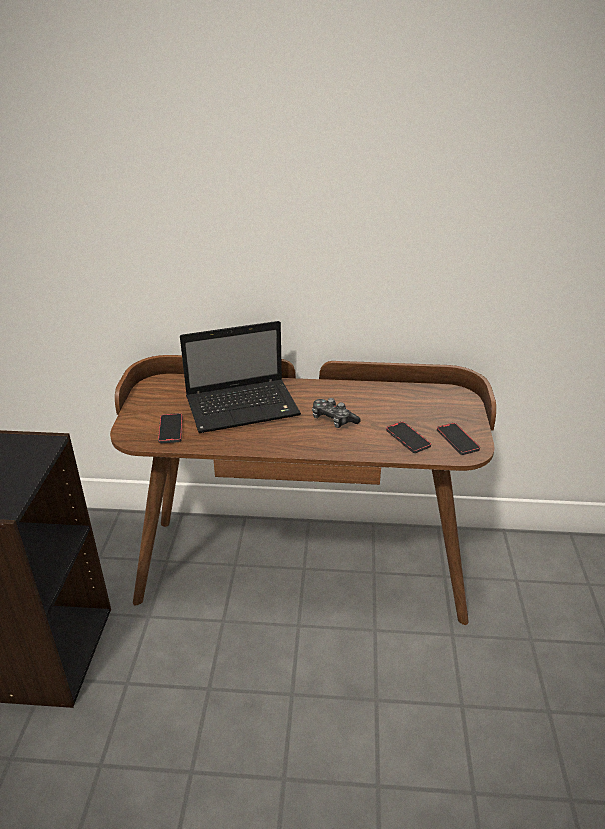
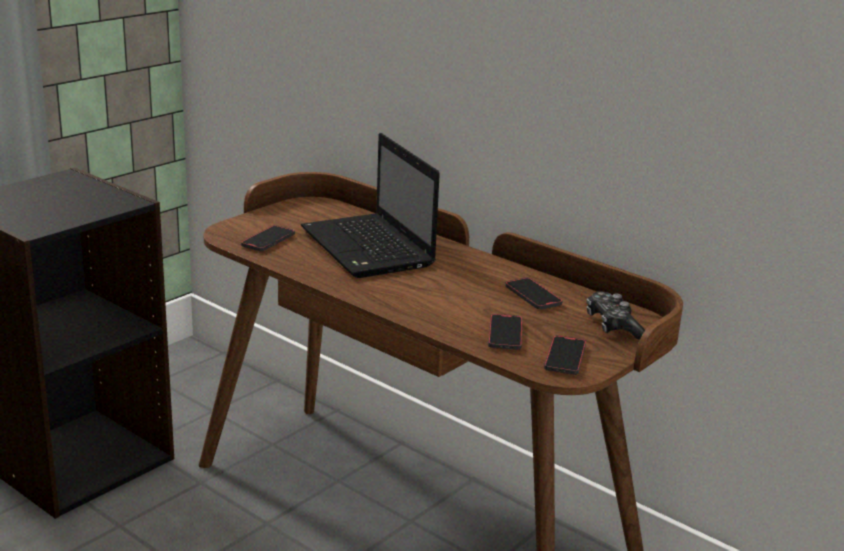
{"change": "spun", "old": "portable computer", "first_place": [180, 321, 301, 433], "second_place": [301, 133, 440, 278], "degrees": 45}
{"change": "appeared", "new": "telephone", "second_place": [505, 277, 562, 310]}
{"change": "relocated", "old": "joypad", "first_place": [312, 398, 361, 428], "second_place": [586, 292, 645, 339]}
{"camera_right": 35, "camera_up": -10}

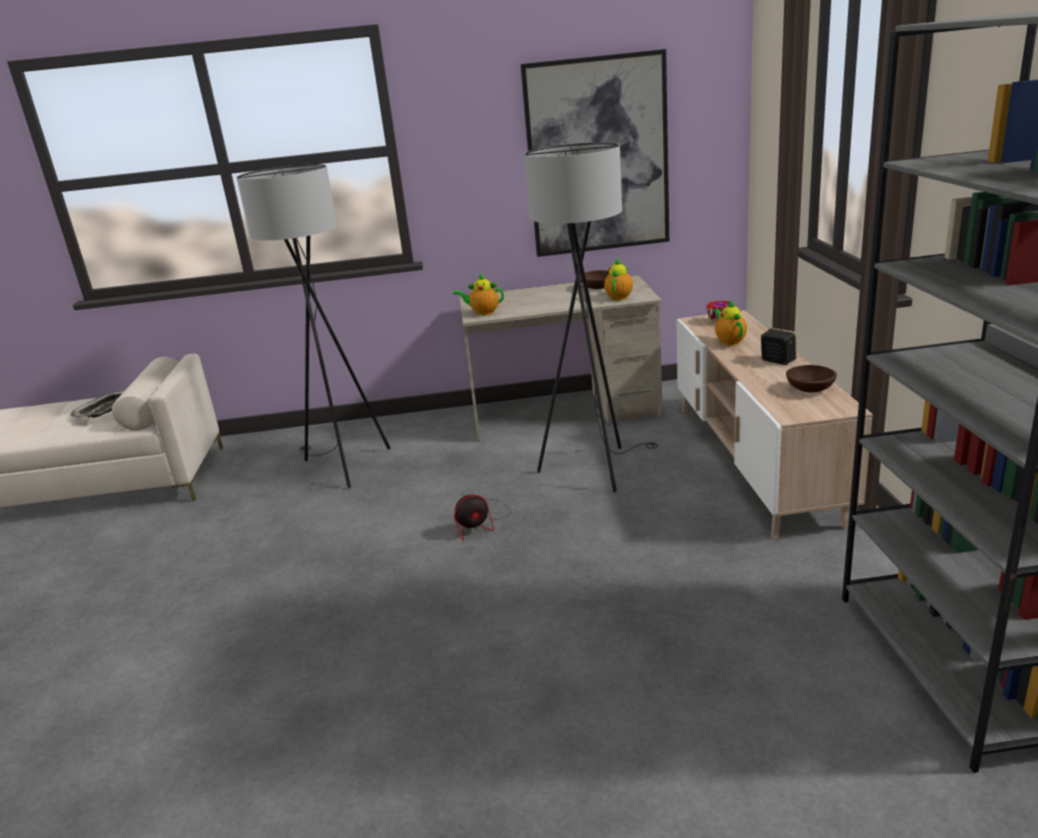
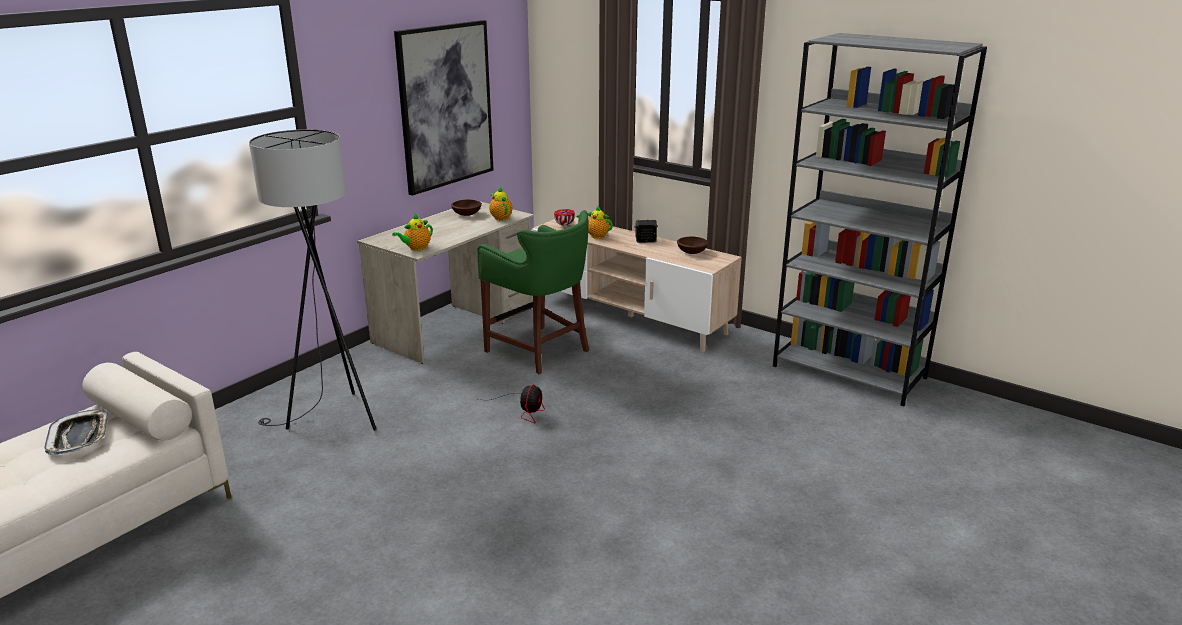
{"change": "exchanged", "old": "gray floor lamp", "new": "green sitting stool", "first_place": [524, 142, 658, 492], "second_place": [478, 210, 589, 374]}
{"camera_right": -50, "camera_up": 0}

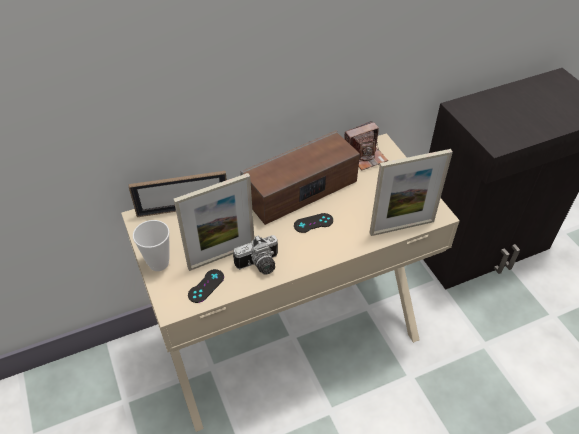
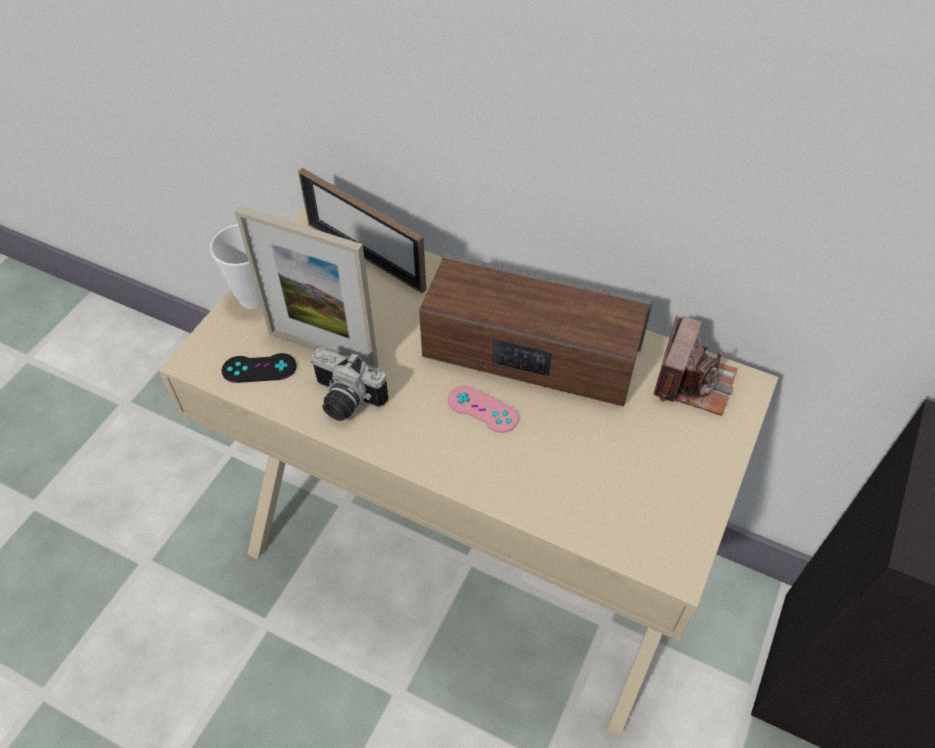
{"change": "colour", "old": "black joypad", "new": "pinkish joypad", "first_place": [294, 213, 333, 233], "second_place": [448, 385, 518, 433]}
{"change": "spun", "old": "photo camera", "first_place": [344, 121, 388, 170], "second_place": [654, 315, 737, 416], "degrees": -90}
{"change": "missing", "old": "photo frame", "first_place": [370, 149, 453, 236]}
{"camera_right": 50, "camera_up": 5}

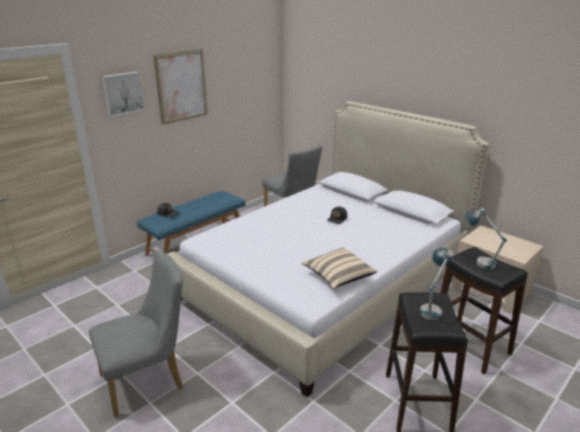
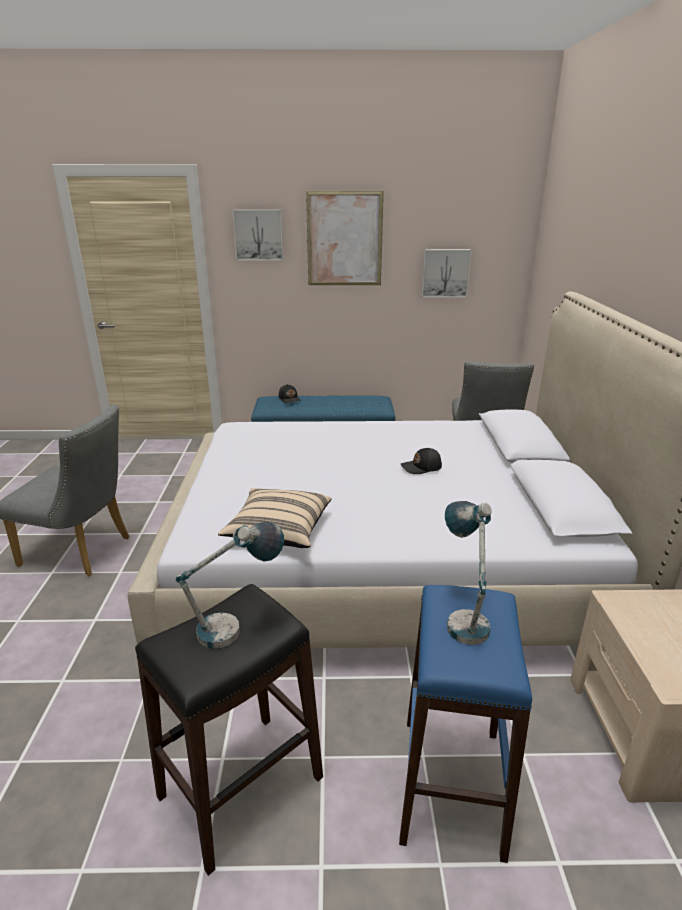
{"change": "colour", "old": "black sitting stool", "new": "blue sitting stool", "first_place": [440, 247, 528, 374], "second_place": [399, 585, 532, 863]}
{"change": "appeared", "new": "wall art", "second_place": [421, 249, 472, 298]}
{"camera_right": 45, "camera_up": 0}

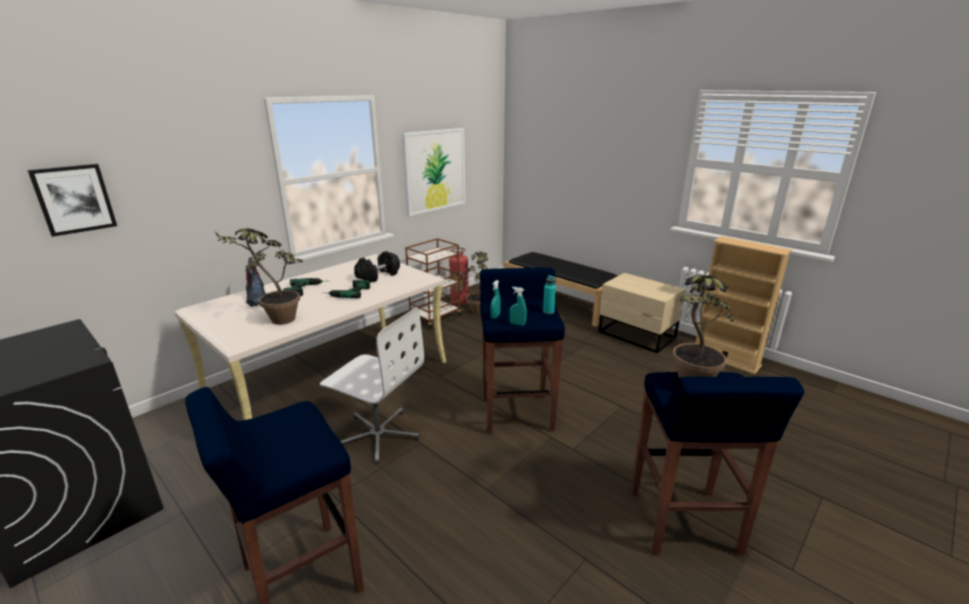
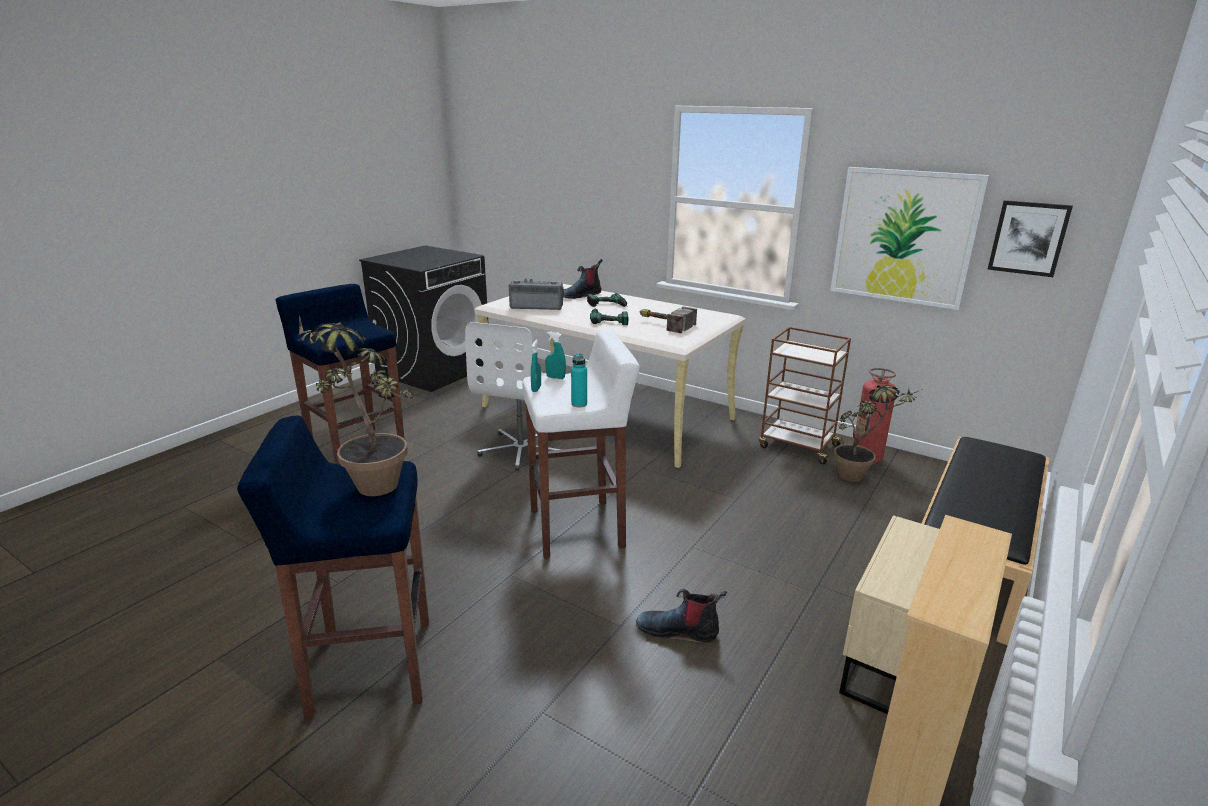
{"change": "exchanged", "old": "plant in a pot", "new": "radio receiver", "first_place": [213, 228, 303, 325], "second_place": [508, 278, 564, 310]}
{"change": "colour", "old": "blue sitting stool", "new": "whitish sitting stool", "first_place": [480, 268, 565, 434], "second_place": [522, 330, 640, 558]}
{"change": "appeared", "new": "boot", "second_place": [636, 589, 727, 642]}
{"change": "exchanged", "old": "black free weight", "new": "tool hammer", "first_place": [354, 251, 400, 283], "second_place": [640, 306, 697, 333]}
{"change": "relocated", "old": "wall art", "first_place": [27, 164, 117, 237], "second_place": [988, 200, 1073, 277]}
{"camera_right": 80, "camera_up": 0}

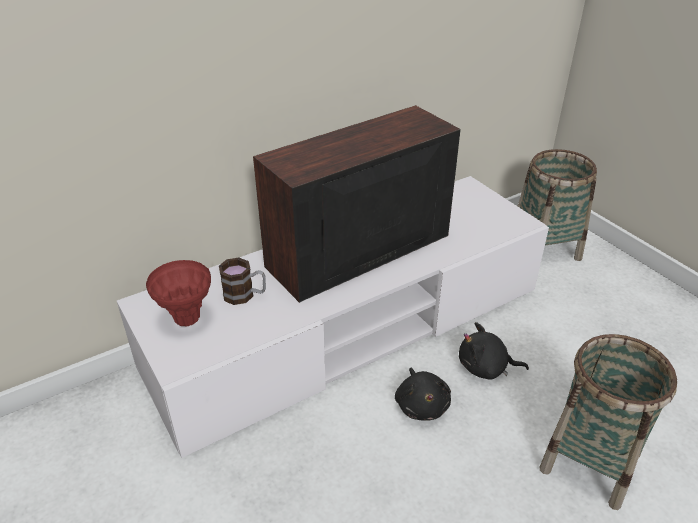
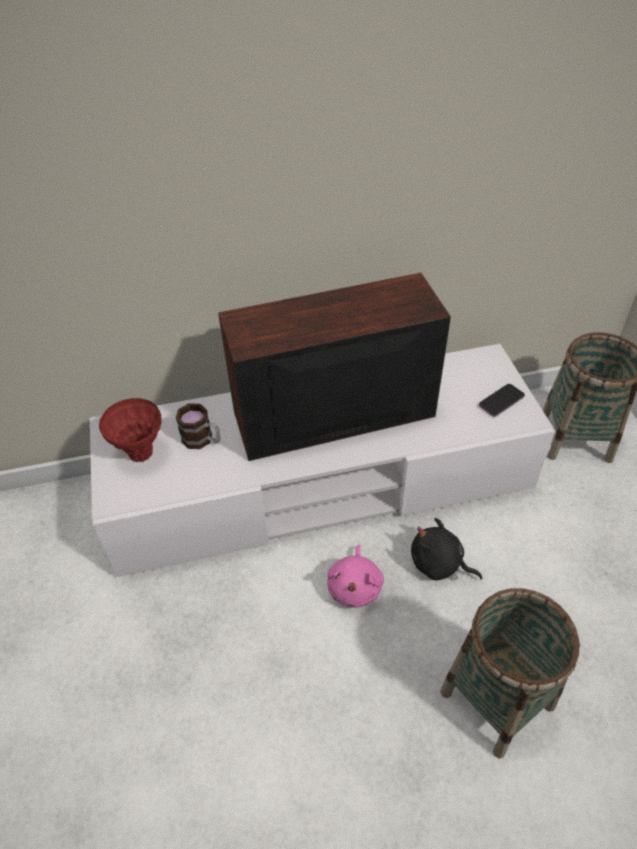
{"change": "colour", "old": "black plush toy", "new": "pinkish plush toy", "first_place": [395, 368, 451, 421], "second_place": [327, 544, 384, 608]}
{"change": "appeared", "new": "telephone", "second_place": [479, 384, 525, 417]}
{"camera_right": 20, "camera_up": 10}

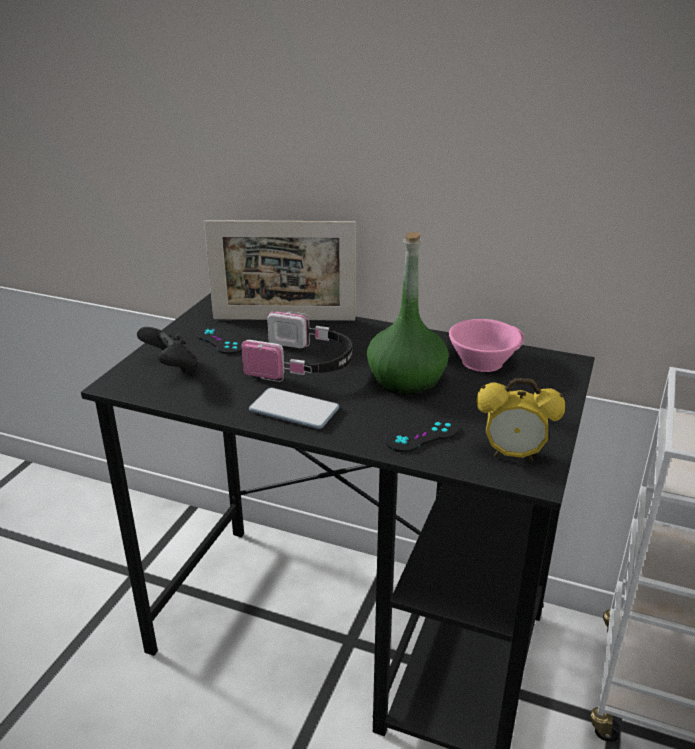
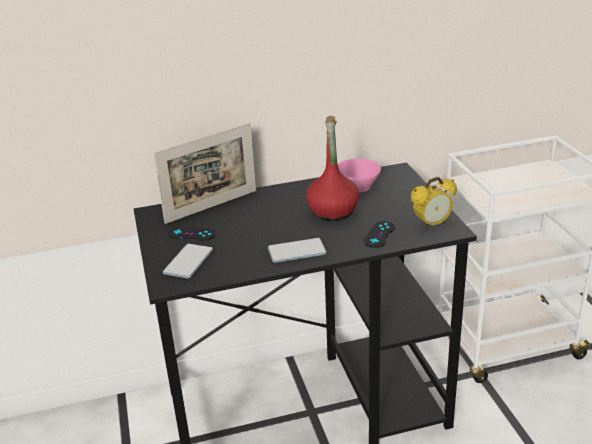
{"change": "exchanged", "old": "black joypad", "new": "telephone", "first_place": [137, 327, 198, 375], "second_place": [163, 244, 213, 278]}
{"change": "colour", "old": "green beverage bottle", "new": "reddish beverage bottle", "first_place": [367, 231, 449, 395], "second_place": [306, 116, 359, 221]}
{"change": "missing", "old": "headphones", "first_place": [242, 311, 352, 382]}
{"camera_right": -35, "camera_up": 0}

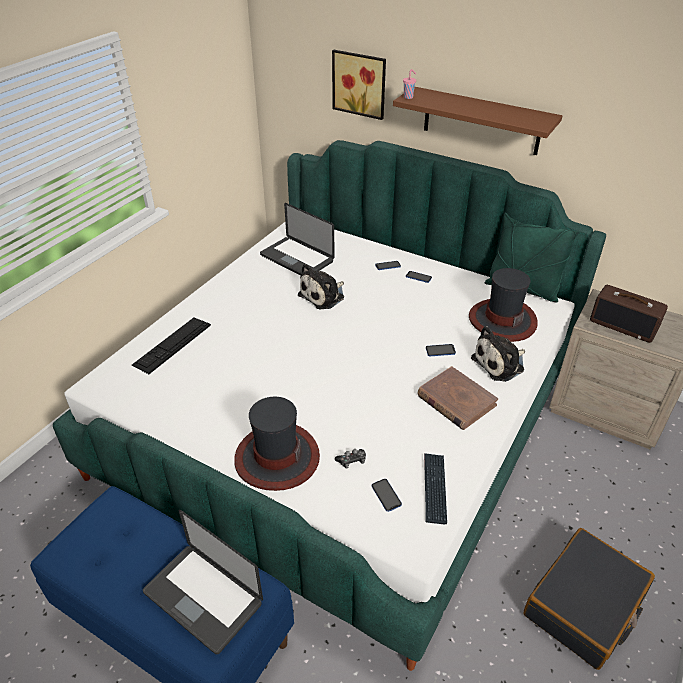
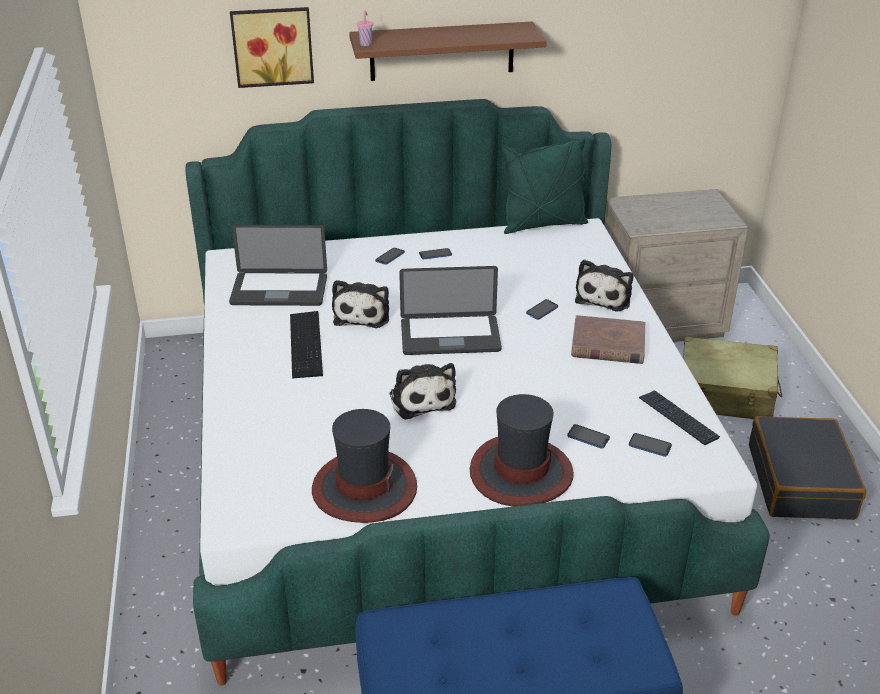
{"change": "relocated", "old": "keyboard", "first_place": [132, 318, 211, 374], "second_place": [290, 311, 323, 378]}
{"change": "relocated", "old": "hat", "first_place": [469, 268, 537, 342], "second_place": [312, 409, 417, 523]}
{"change": "appeared", "new": "plush toy", "second_place": [389, 363, 456, 420]}
{"change": "relocated", "old": "portable computer", "first_place": [143, 510, 263, 654], "second_place": [399, 266, 502, 355]}
{"change": "exchanged", "old": "joypad", "new": "telephone", "first_place": [335, 449, 366, 469], "second_place": [567, 424, 610, 449]}
{"change": "appeared", "new": "beige suitcase", "second_place": [683, 337, 782, 419]}
{"change": "missing", "old": "radio receiver", "first_place": [590, 285, 668, 343]}
{"camera_right": -40, "camera_up": -5}

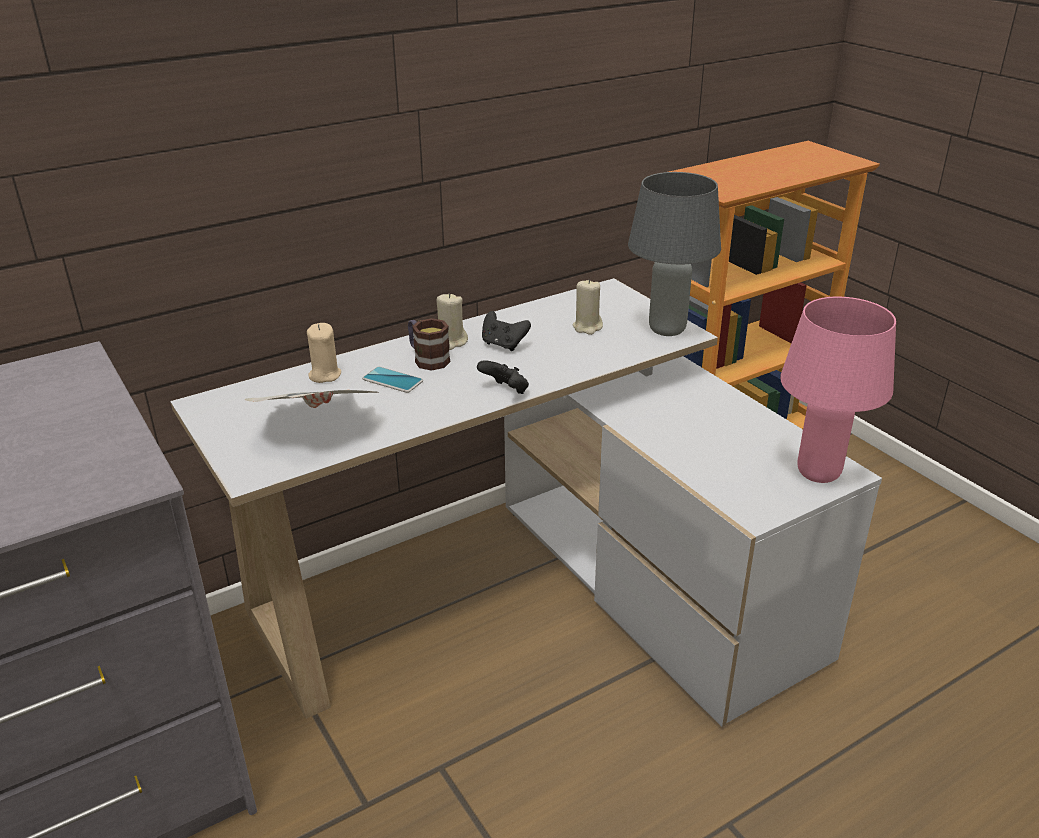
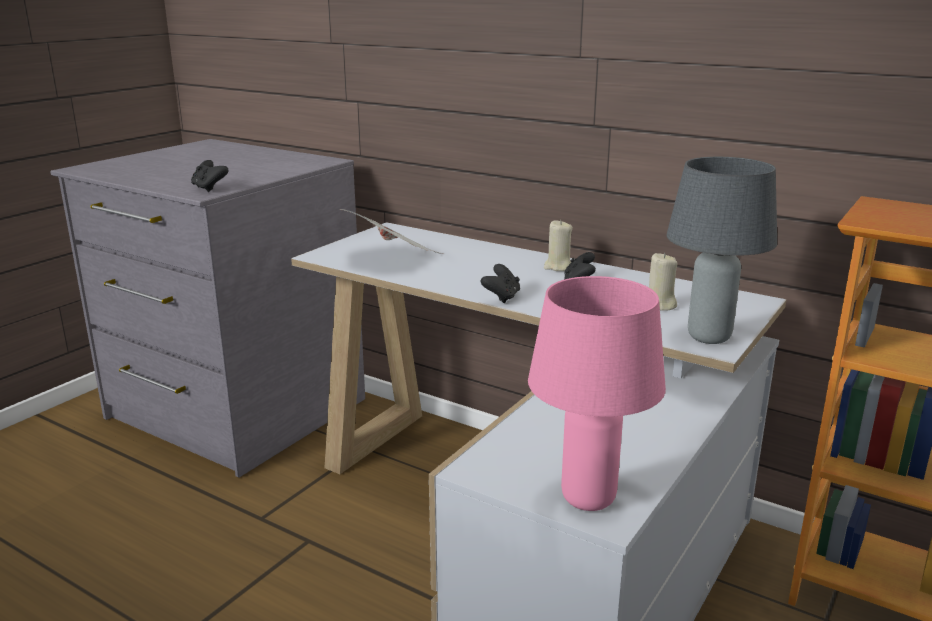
{"change": "appeared", "new": "black joypad", "second_place": [191, 160, 229, 192]}
{"change": "missing", "old": "beige wax light", "first_place": [307, 323, 341, 383]}
{"change": "missing", "old": "telephone", "first_place": [362, 367, 423, 393]}
{"change": "missing", "old": "tea mug", "first_place": [408, 318, 451, 371]}
{"camera_right": 65, "camera_up": -10}

